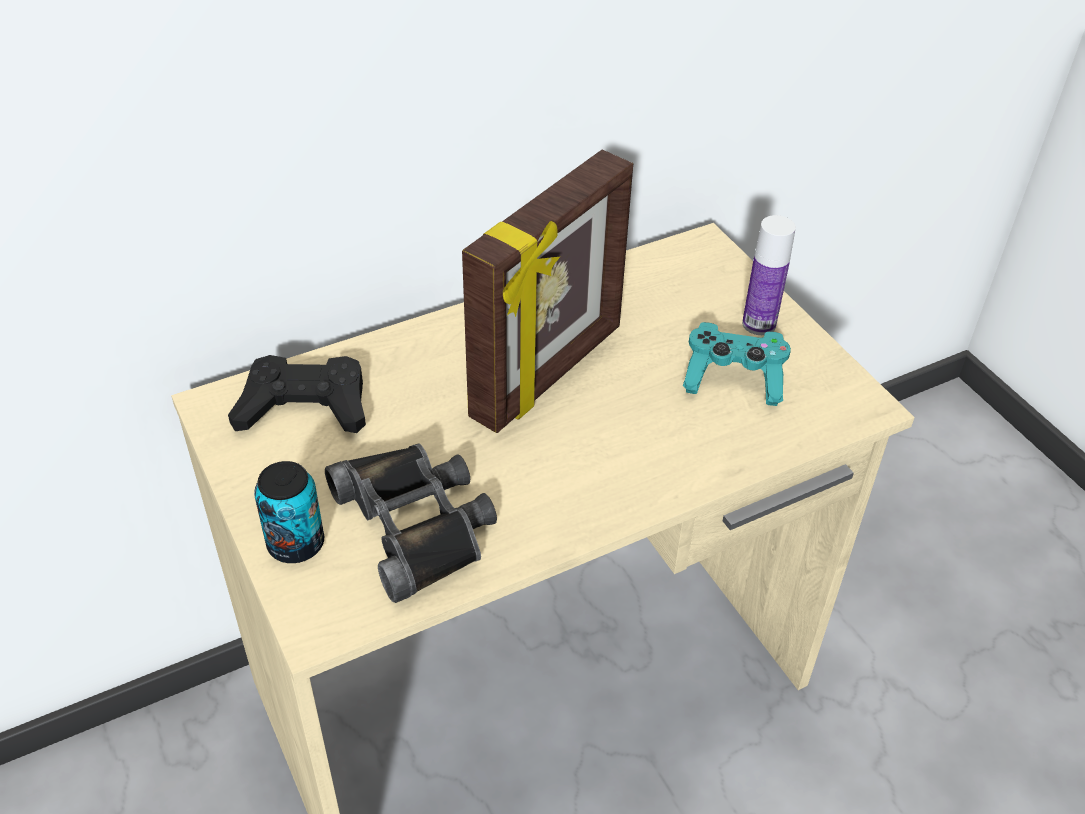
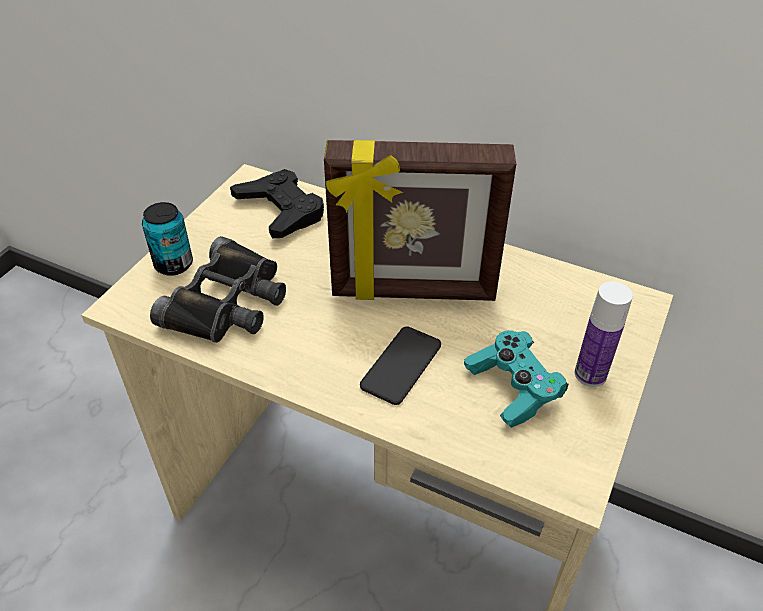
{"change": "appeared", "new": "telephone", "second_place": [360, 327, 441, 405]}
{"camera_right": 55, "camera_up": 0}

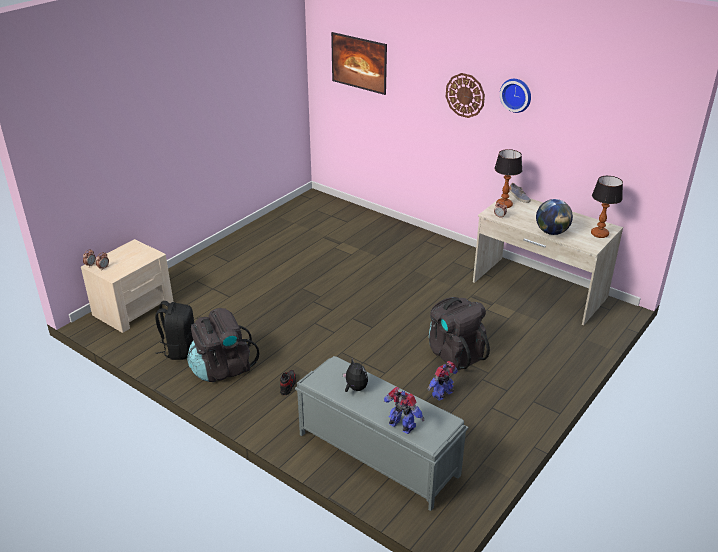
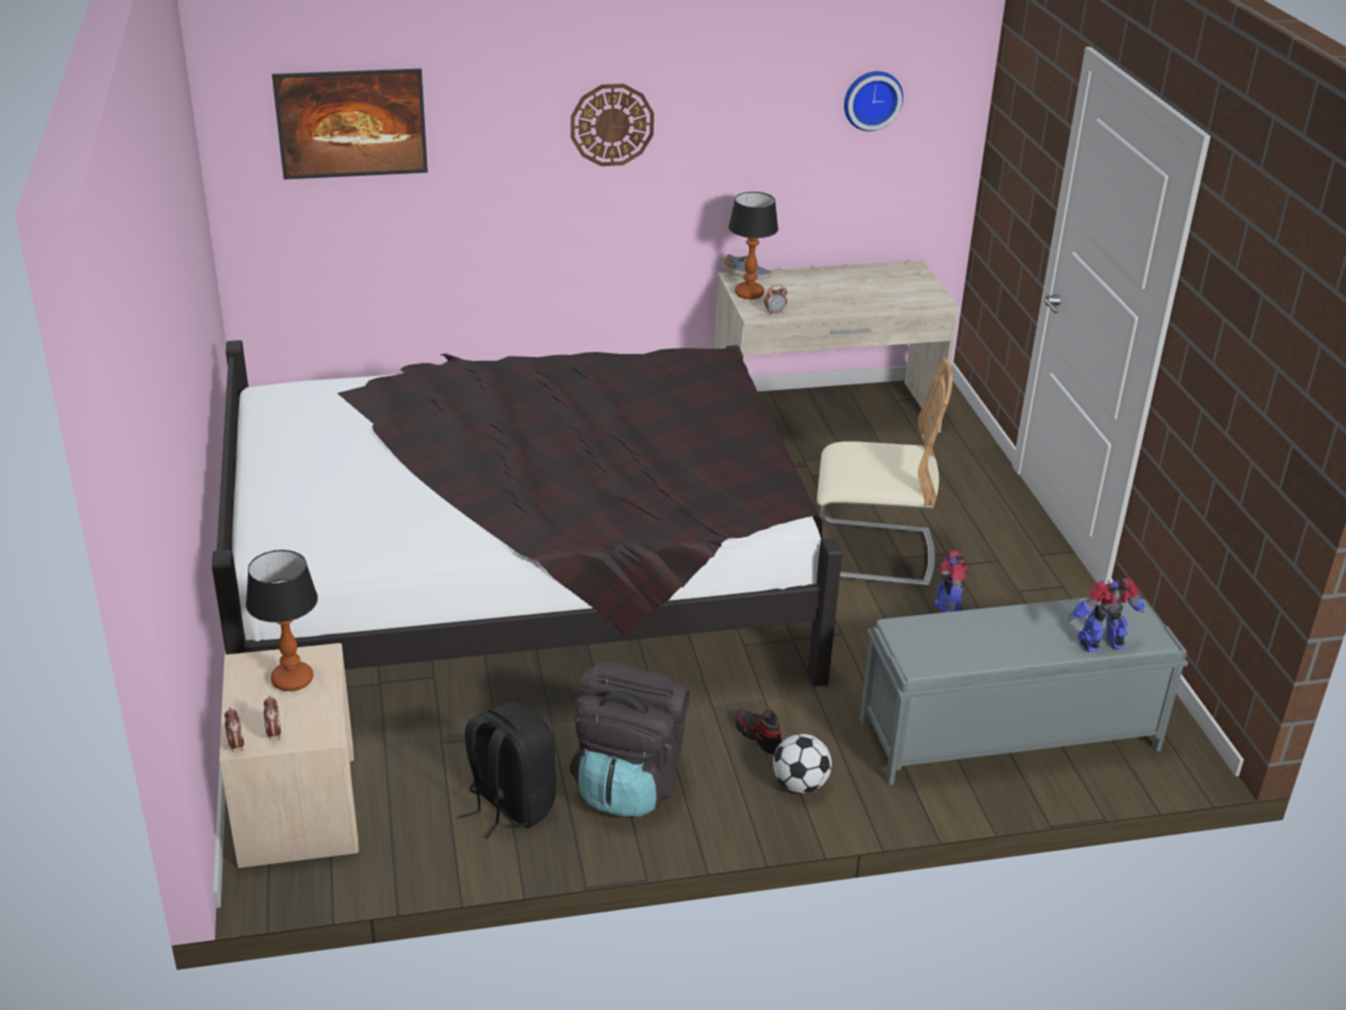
{"change": "appeared", "new": "black bed", "second_place": [212, 340, 843, 687]}
{"change": "relocated", "old": "lamp for a table", "first_place": [591, 176, 623, 238], "second_place": [246, 550, 318, 691]}
{"change": "appeared", "new": "ball for football", "second_place": [773, 734, 832, 793]}
{"change": "exchanged", "old": "black knapsack", "new": "beige plain chair", "first_place": [429, 297, 490, 370], "second_place": [817, 357, 953, 587]}
{"change": "relocated", "old": "clock on the wall", "first_place": [500, 79, 531, 113], "second_place": [844, 71, 903, 131]}
{"change": "missing", "old": "plush toy", "first_place": [342, 358, 368, 392]}
{"change": "missing", "old": "desk globe", "first_place": [536, 199, 573, 235]}
{"camera_right": -50, "camera_up": 0}

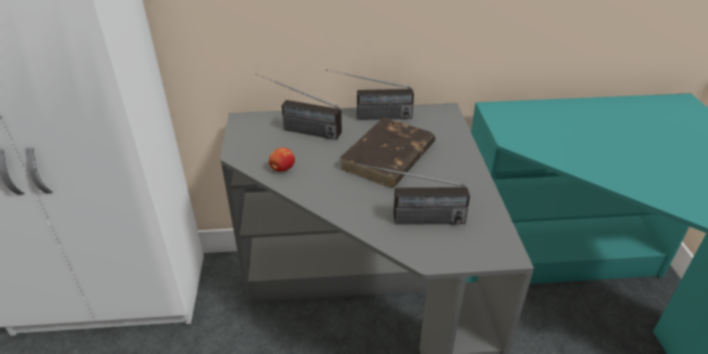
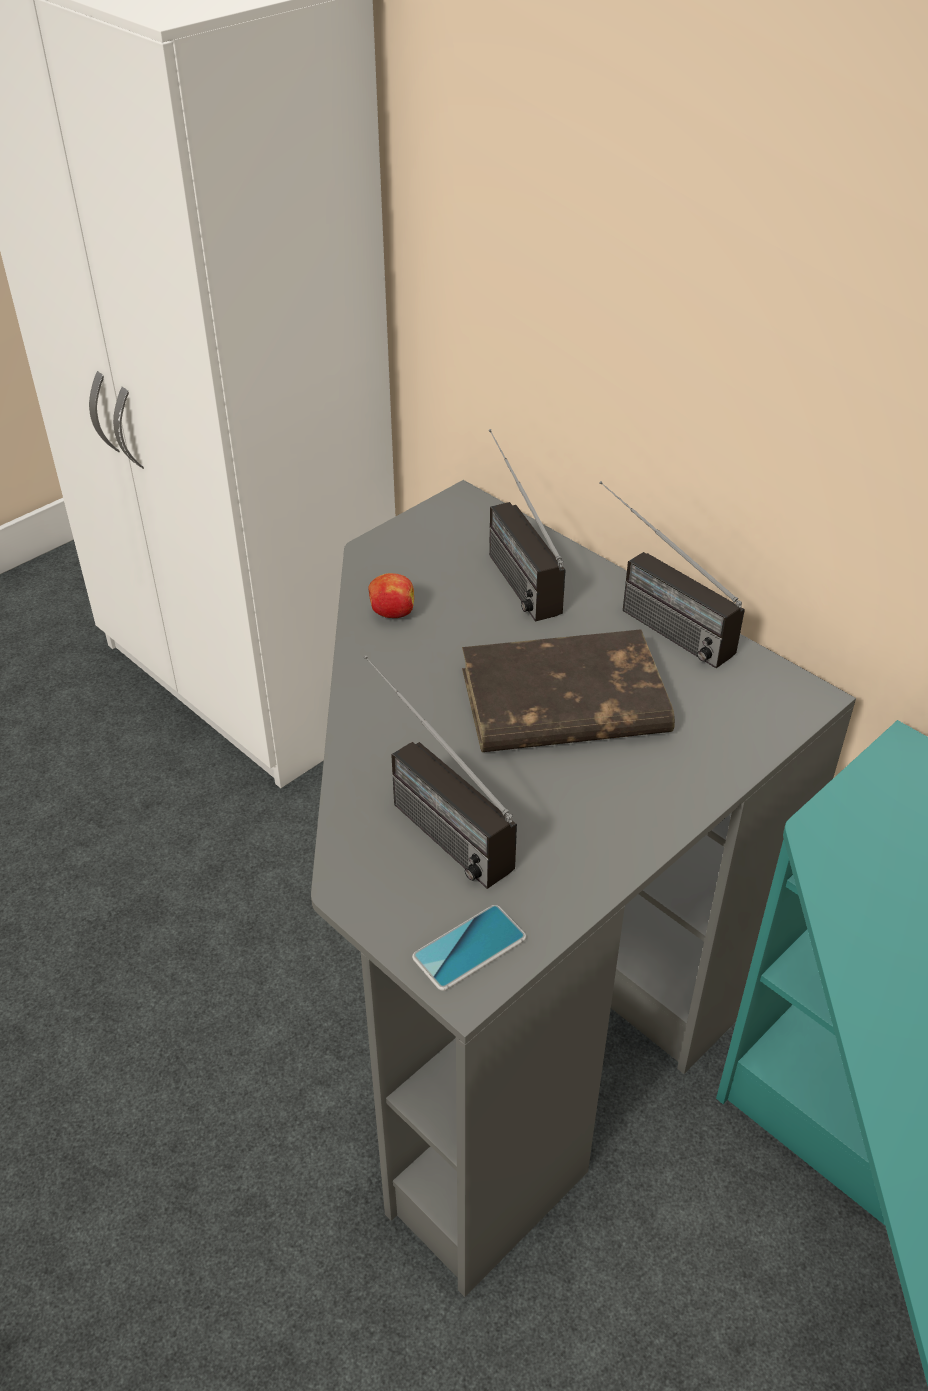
{"change": "appeared", "new": "telephone", "second_place": [412, 905, 526, 991]}
{"camera_right": 50, "camera_up": 5}

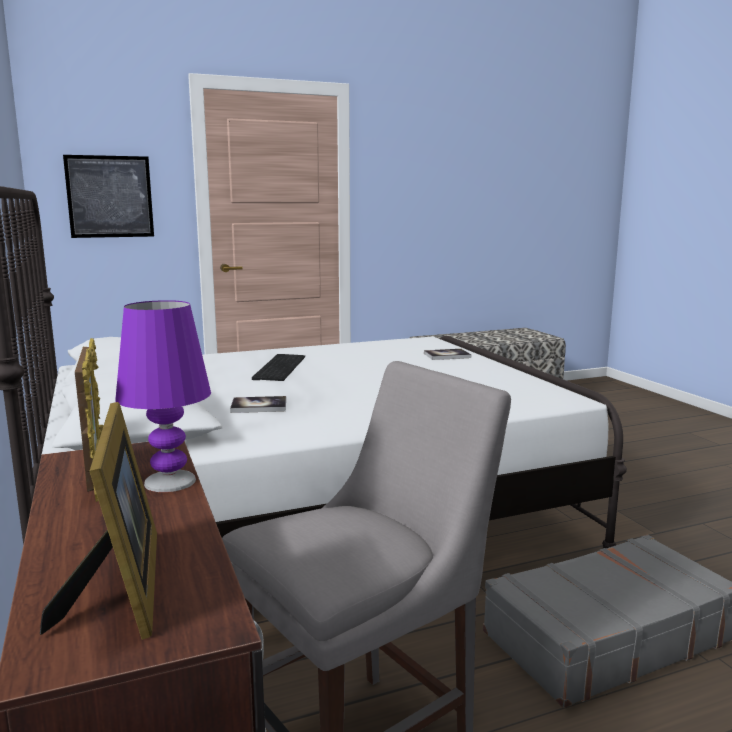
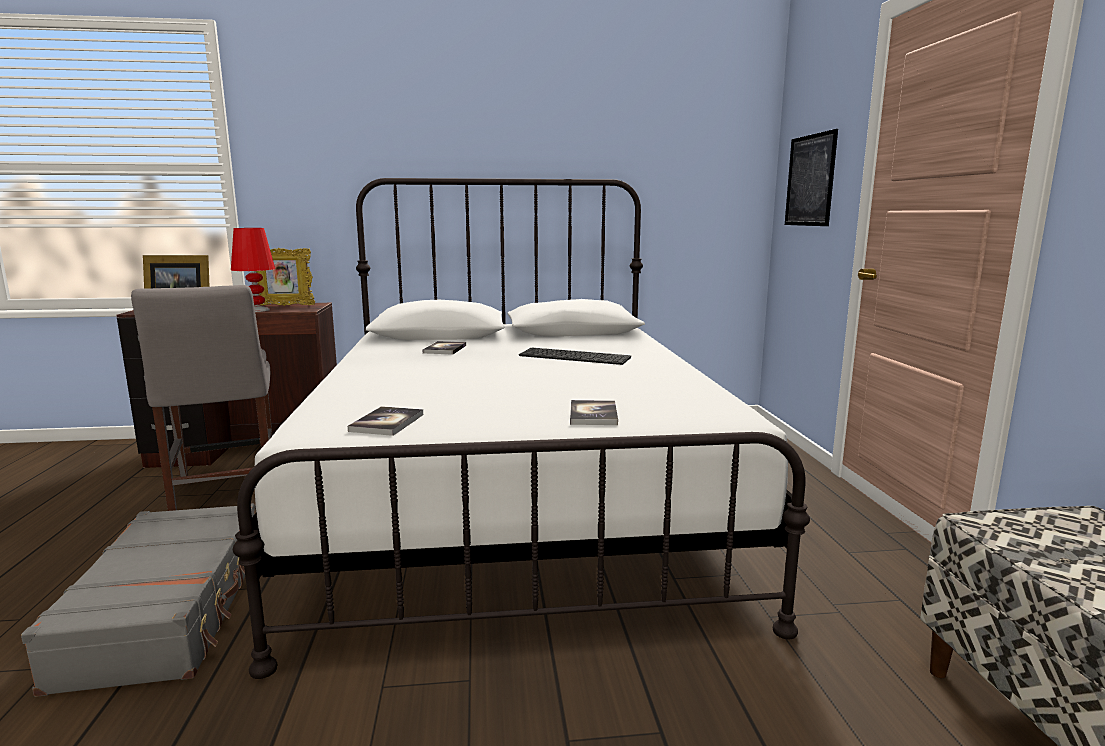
{"change": "colour", "old": "purple-coloured lamp for a table", "new": "reddish lamp for a table", "first_place": [115, 300, 211, 492], "second_place": [231, 228, 275, 312]}
{"change": "appeared", "new": "book", "second_place": [348, 406, 423, 436]}
{"camera_right": 105, "camera_up": 0}

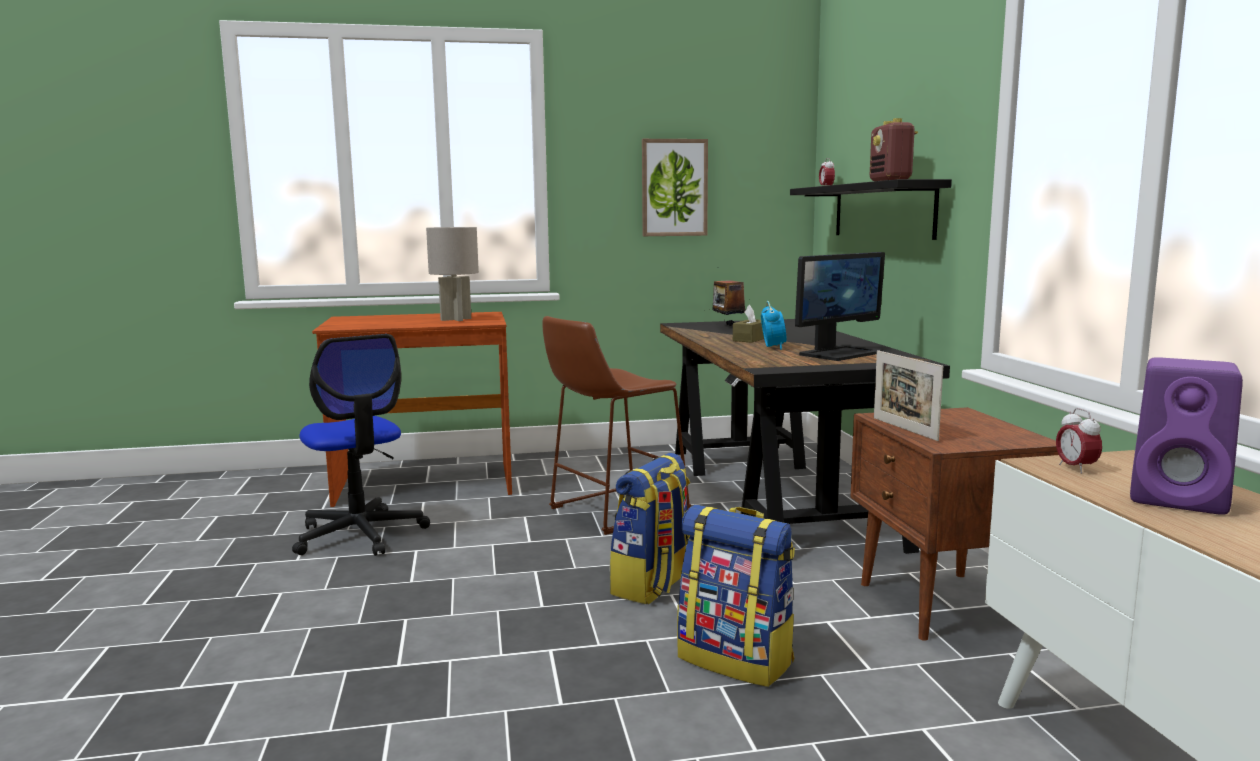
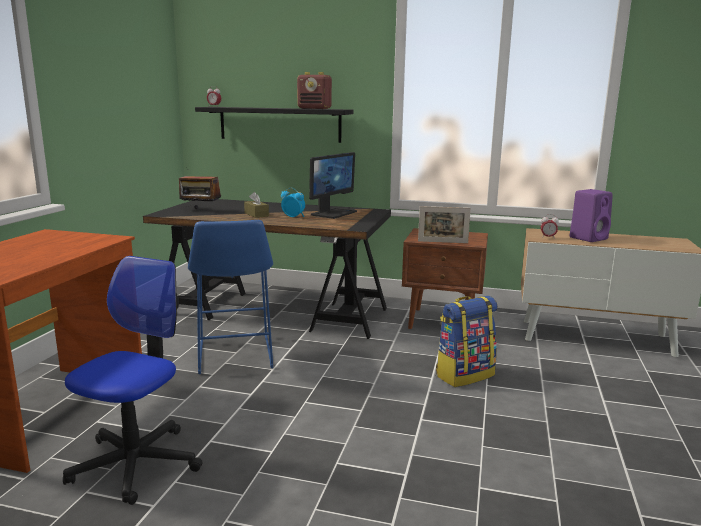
{"change": "spun", "old": "office chair", "first_place": [292, 334, 430, 556], "second_place": [63, 256, 203, 505], "degrees": -60}
{"change": "colour", "old": "brown-coloured sitting stool", "new": "blue sitting stool", "first_place": [542, 316, 691, 535], "second_place": [188, 220, 273, 374]}
{"change": "spun", "old": "monitor", "first_place": [795, 252, 885, 361], "second_place": [309, 152, 357, 219], "degrees": 45}
{"change": "missing", "old": "gray lamp for a table", "first_place": [426, 227, 479, 321]}
{"change": "missing", "old": "knapsack", "first_place": [609, 453, 690, 604]}
{"change": "missing", "old": "wall art", "first_place": [642, 139, 708, 236]}
{"camera_right": -65, "camera_up": 5}

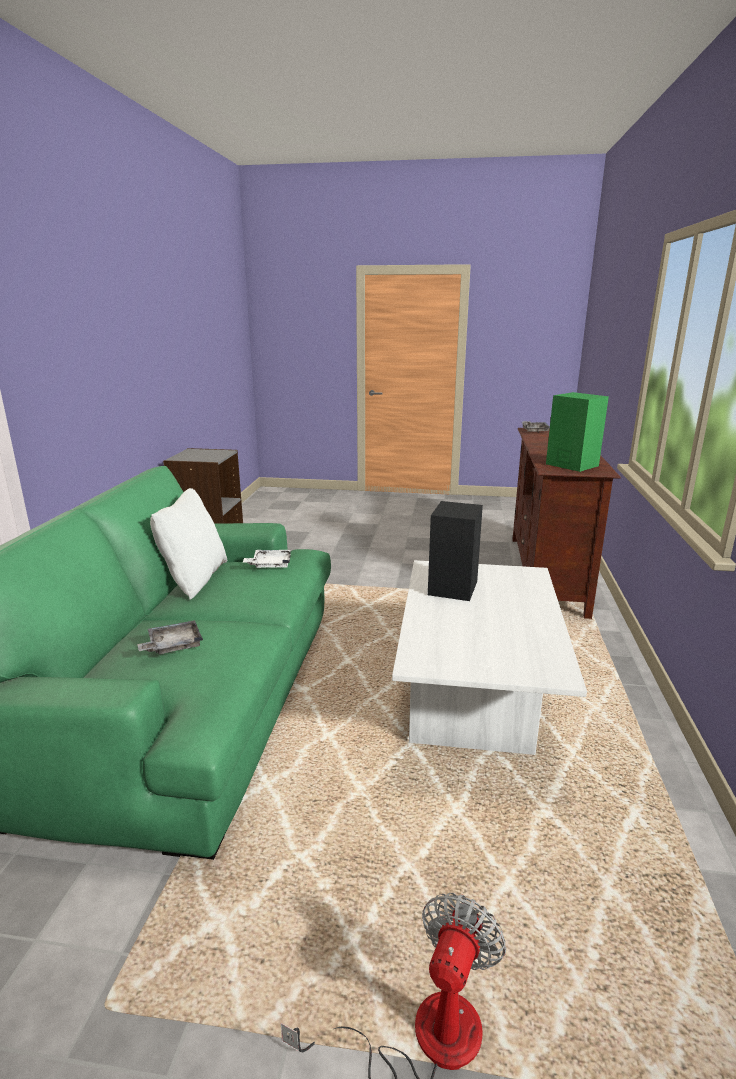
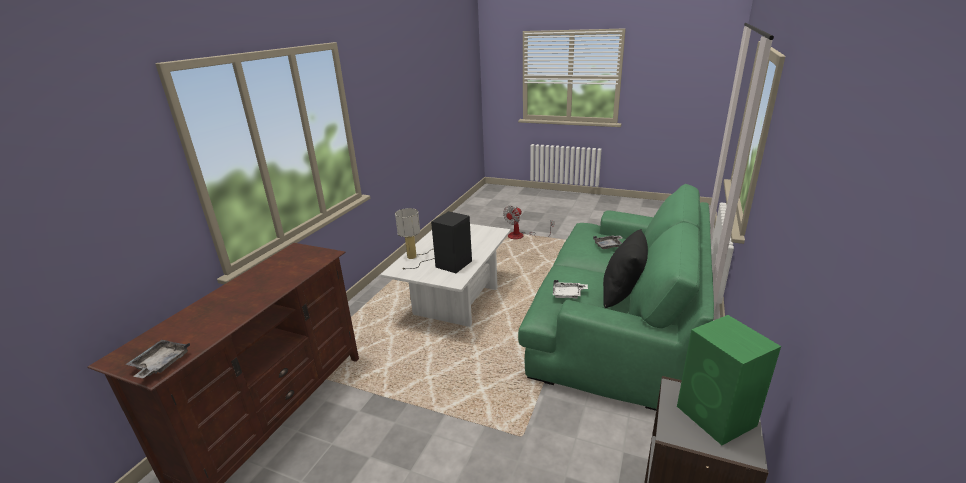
{"change": "appeared", "new": "lamp for a table", "second_place": [395, 208, 435, 269]}
{"change": "colour", "old": "whitish cushion", "new": "black cushion", "first_place": [150, 488, 227, 600], "second_place": [603, 229, 648, 308]}
{"change": "relocated", "old": "green audio speaker", "first_place": [546, 392, 609, 472], "second_place": [677, 315, 781, 445]}
{"camera_right": -165, "camera_up": 5}

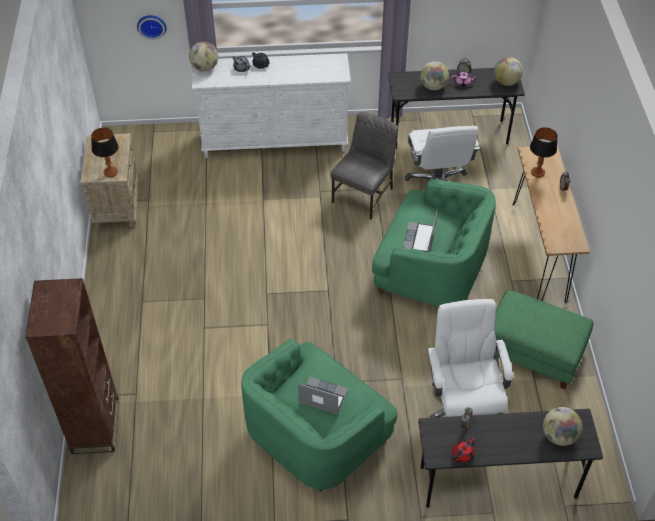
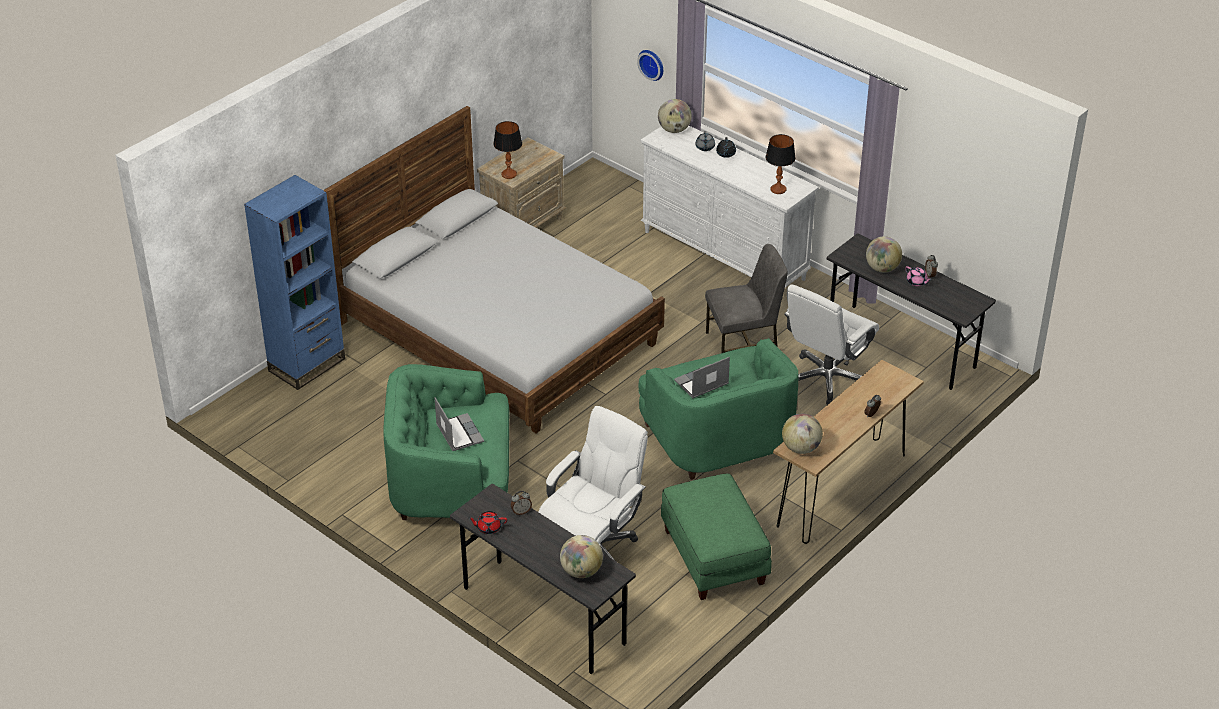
{"change": "colour", "old": "brown-coloured bookcase", "new": "blue bookcase", "first_place": [25, 278, 119, 454], "second_place": [244, 175, 345, 390]}
{"change": "appeared", "new": "bed", "second_place": [323, 106, 665, 433]}
{"change": "relocated", "old": "lamp for a table", "first_place": [530, 127, 558, 178], "second_place": [766, 134, 796, 194]}
{"change": "relocated", "old": "desk globe", "first_place": [494, 57, 523, 86], "second_place": [782, 413, 823, 454]}
{"camera_right": 45, "camera_up": -10}

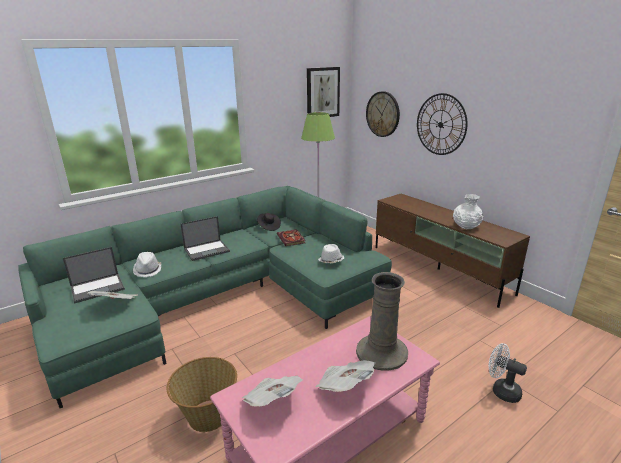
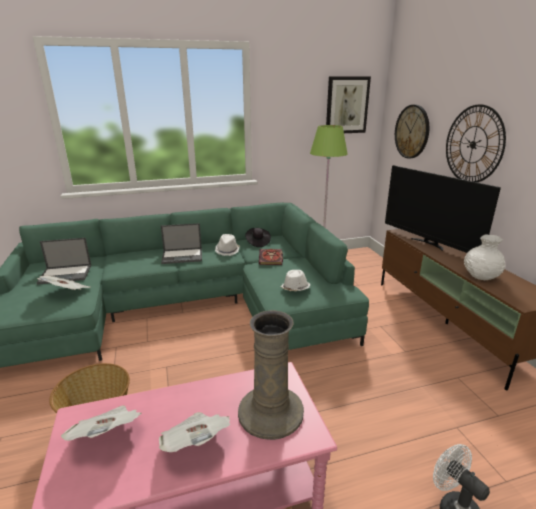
{"change": "relocated", "old": "whitish hat", "first_place": [133, 252, 161, 277], "second_place": [215, 234, 240, 256]}
{"change": "appeared", "new": "TV", "second_place": [385, 165, 501, 253]}
{"camera_right": 20, "camera_up": 0}

